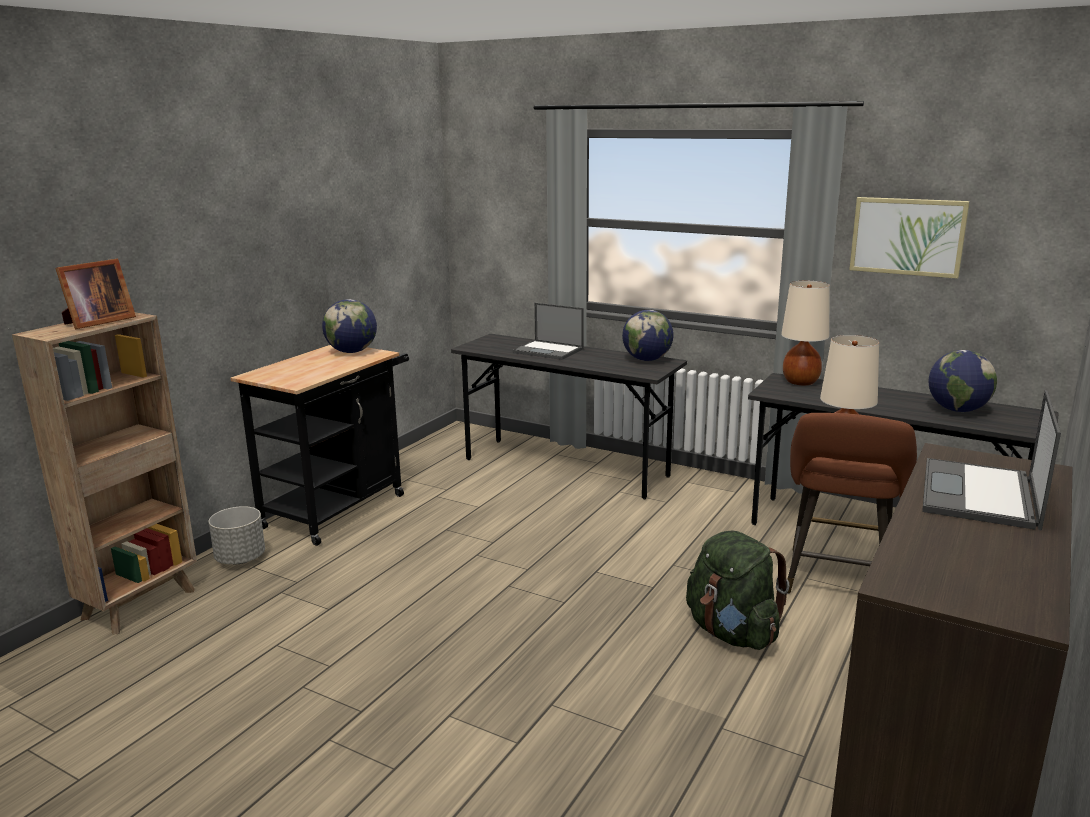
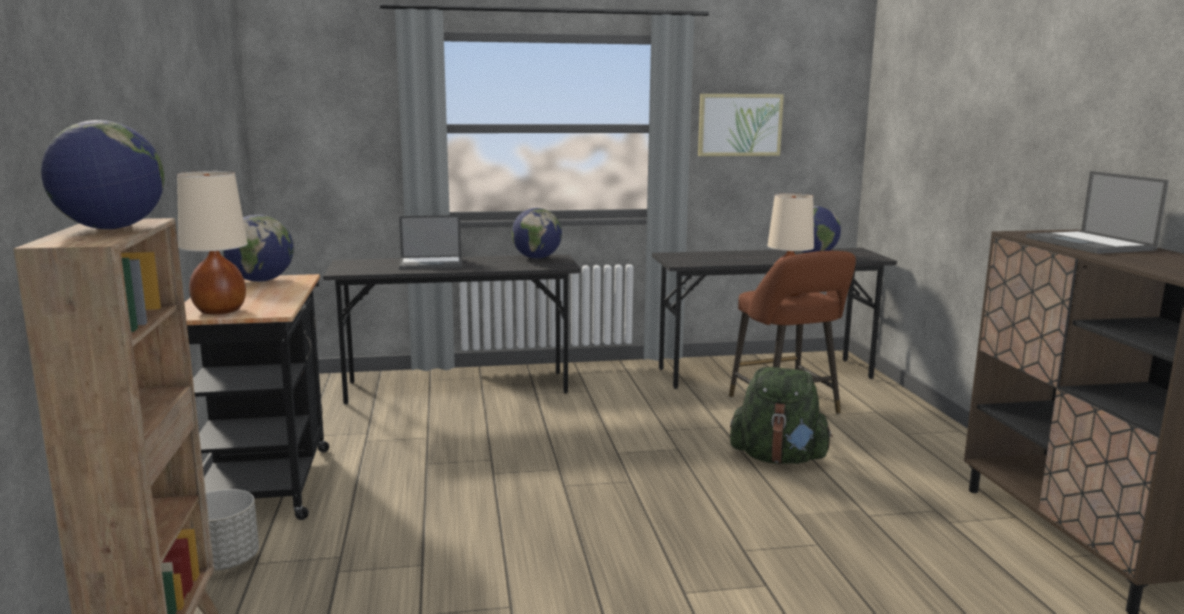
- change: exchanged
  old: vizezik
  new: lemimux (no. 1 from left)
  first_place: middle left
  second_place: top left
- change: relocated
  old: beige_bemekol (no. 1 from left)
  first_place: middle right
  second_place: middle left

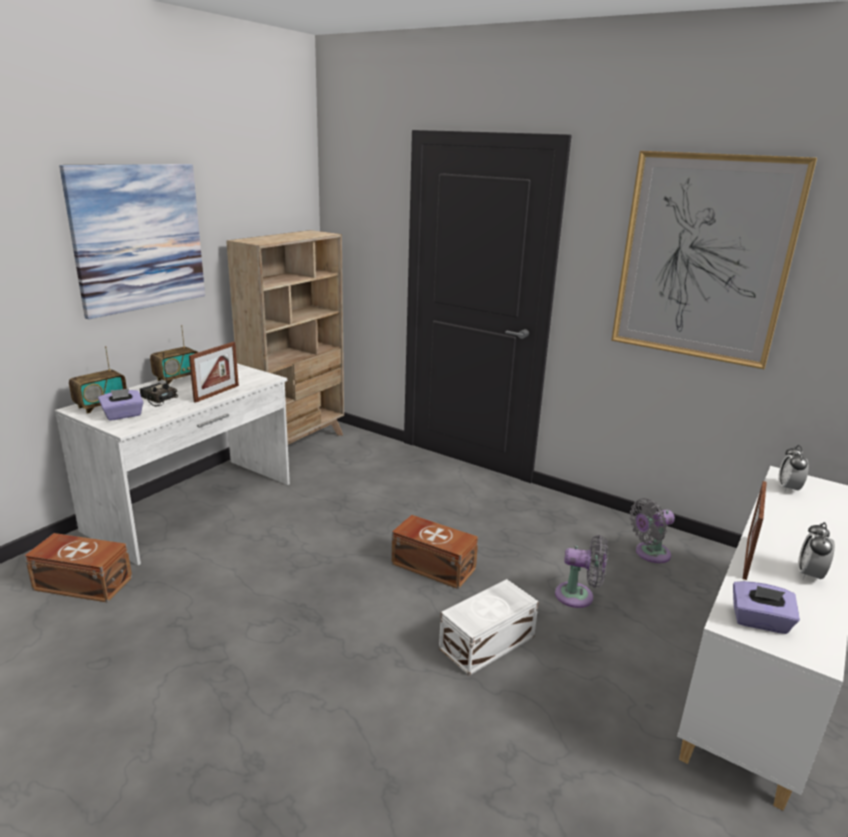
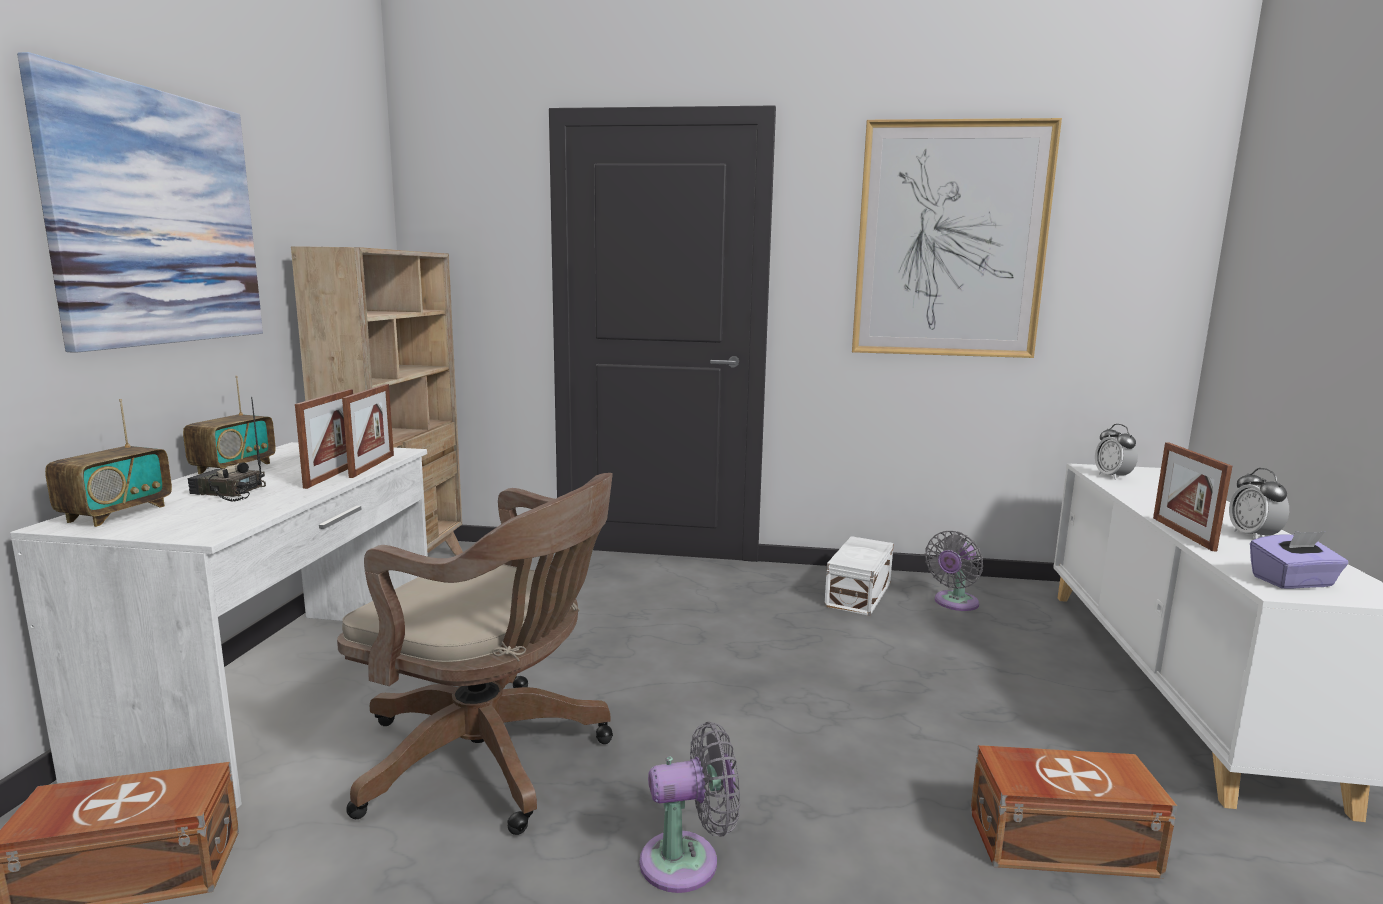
- change: appeared
  new: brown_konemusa
  second_place: bottom centre
- change: appeared
  new: vizezik (no. 2 from left)
  second_place: middle left
- change: relocated
  old: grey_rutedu (no. 1 from left)
  first_place: bottom right
  second_place: bottom centre
- change: relocated
  old: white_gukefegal
  first_place: bottom centre
  second_place: centre
- change: relocated
  old: brown_gukefegal (no. 2 from left)
  first_place: centre
  second_place: bottom right
- change: missing
  old: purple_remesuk (no. 1 from left)
  first_place: middle left

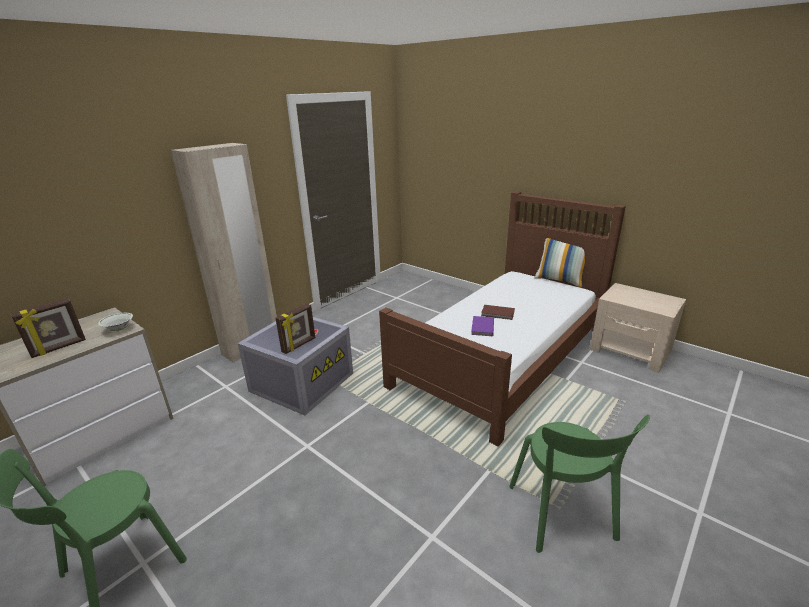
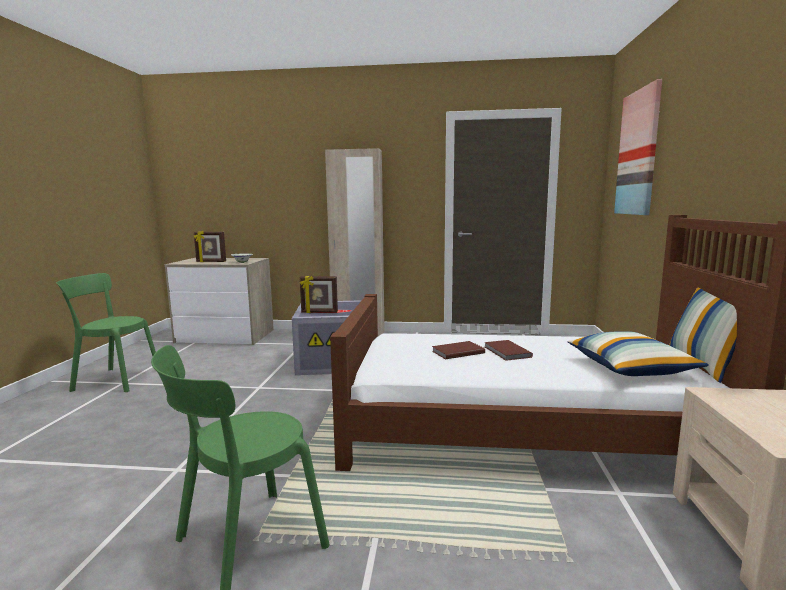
- change: colour
  old: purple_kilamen
  new: brown_kilamen (no. 1 from left)
  first_place: centre
  second_place: centre
- change: appeared
  new: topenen (no. 1 from left)
  second_place: middle right
- change: appeared
  new: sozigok
  second_place: top right

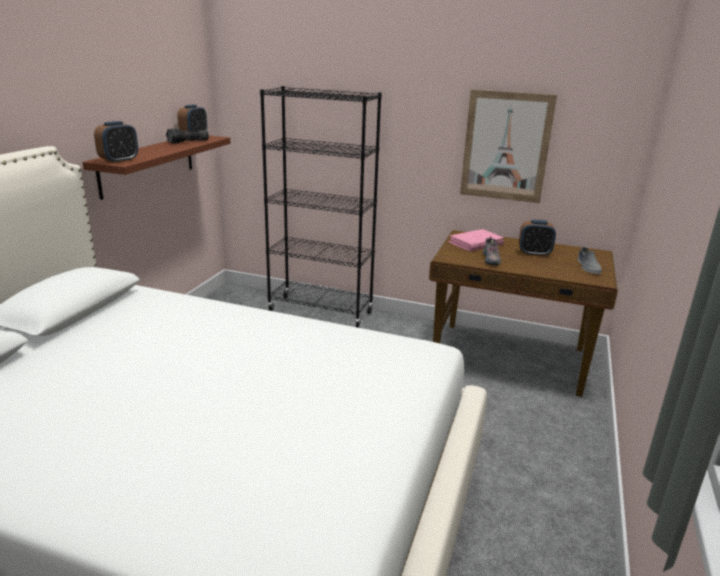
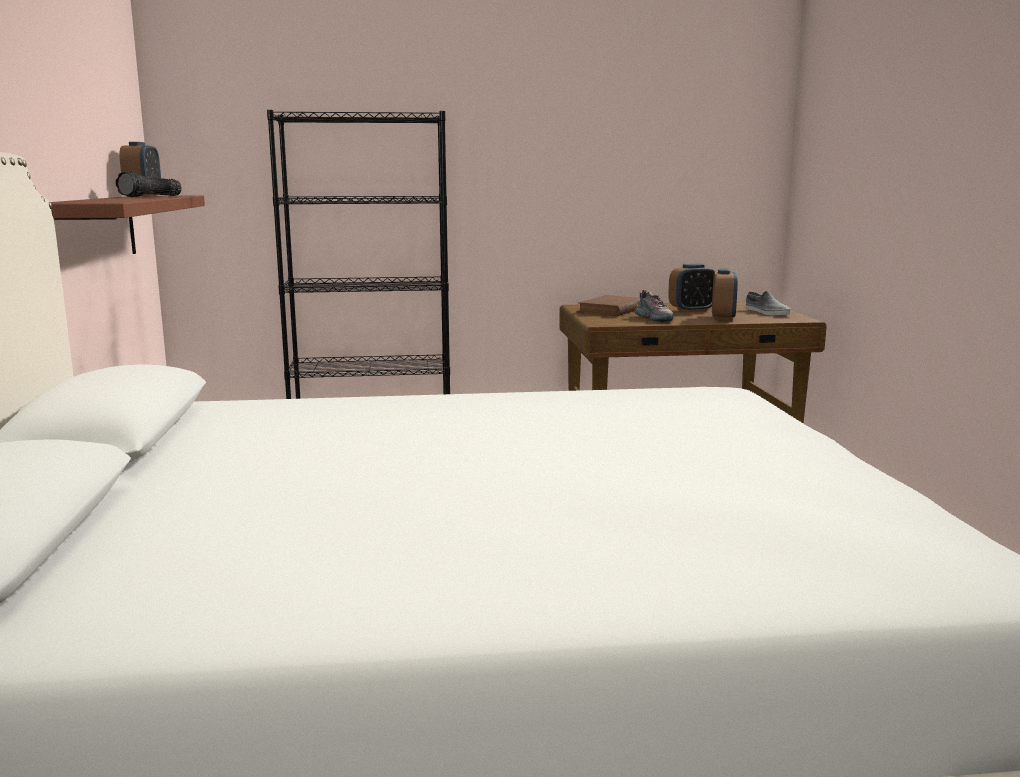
- change: colour
  old: pink_kilamen
  new: brown_kilamen
  first_place: centre
  second_place: centre
- change: relocated
  old: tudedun (no. 1 from left in the first image)
  new: tudedun (no. 3 from left)
  first_place: top left
  second_place: middle right
- change: missing
  old: sozigok
  first_place: top right

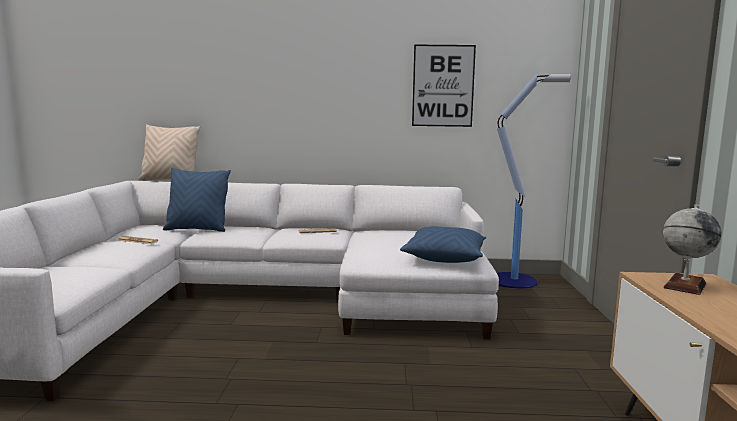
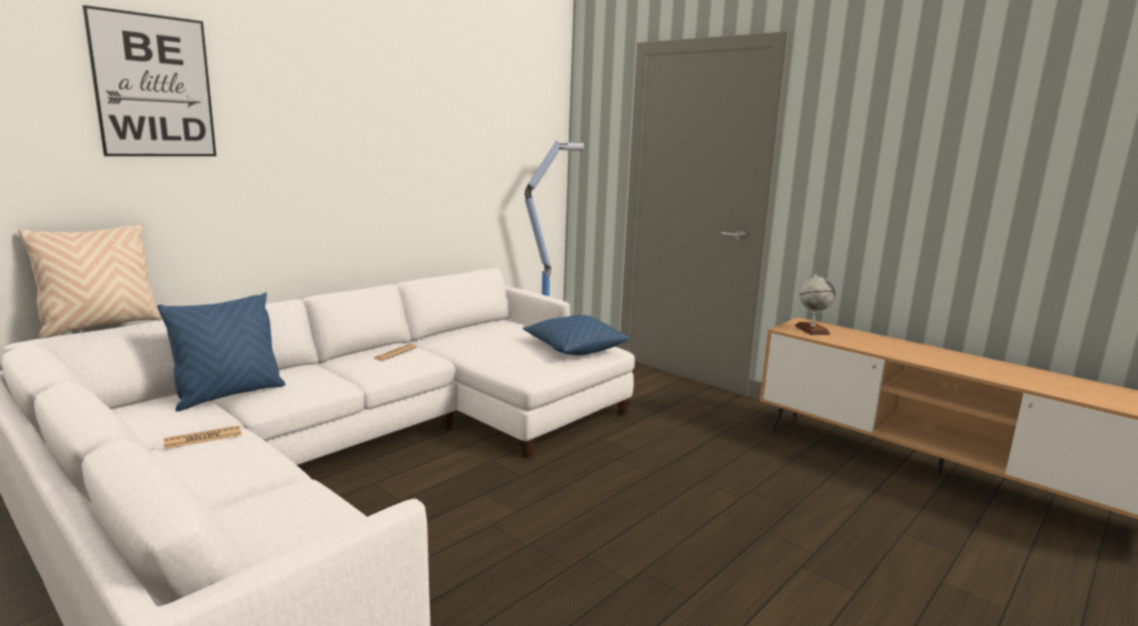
- change: relocated
  old: sozigok
  first_place: top centre
  second_place: top left

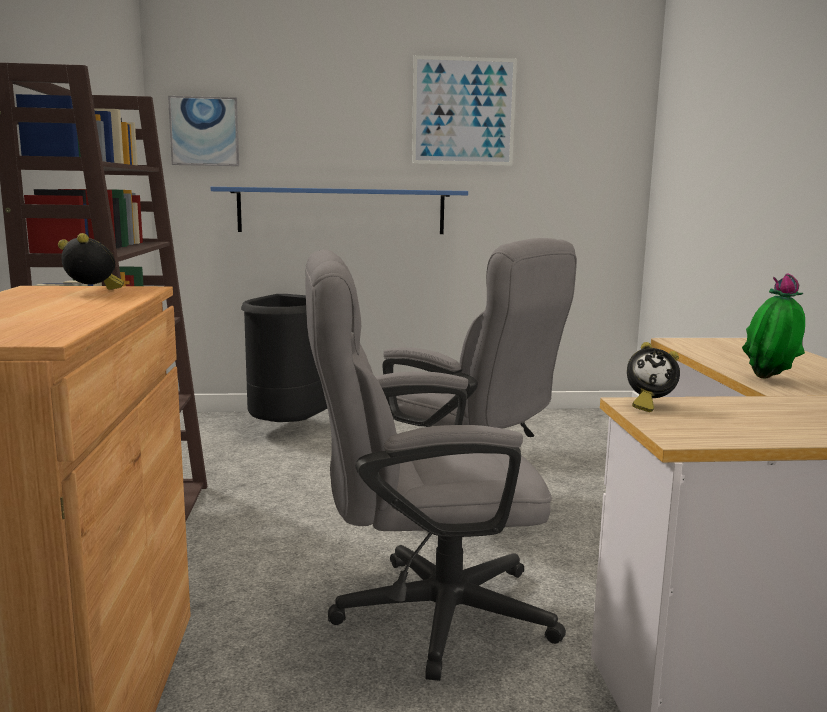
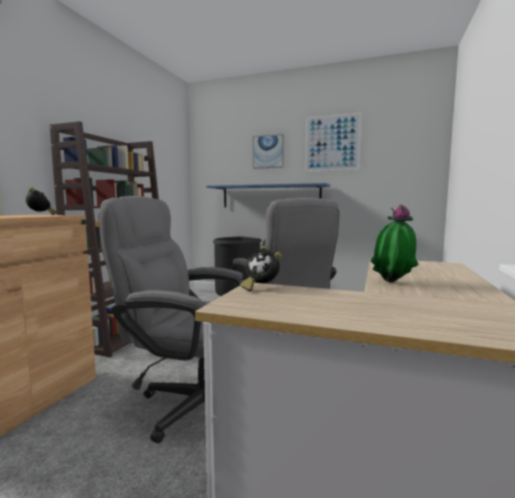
- change: relocated
  old: sozigok (no. 1 from left)
  first_place: top left
  second_place: top centre

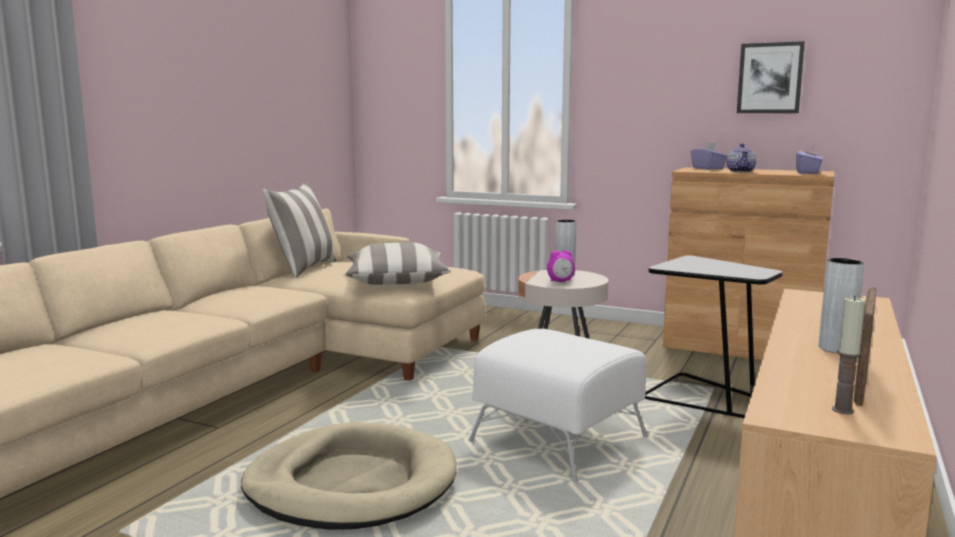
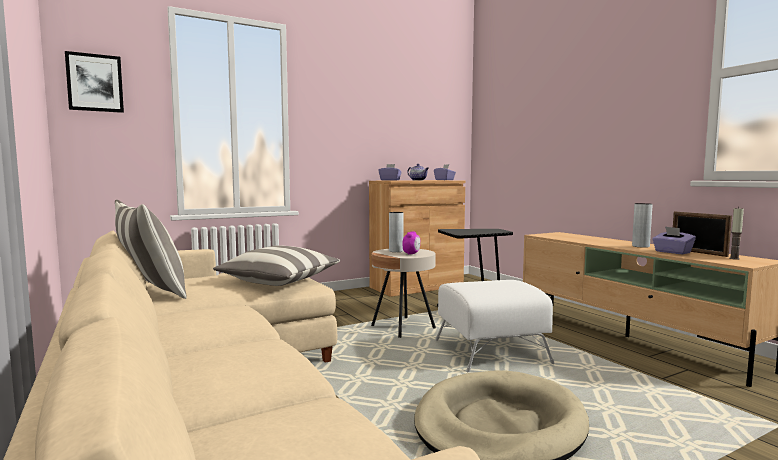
- change: relocated
  old: sozigok
  first_place: top right
  second_place: top left
- change: appeared
  new: purple_remesuk (no. 3 from left)
  second_place: middle right

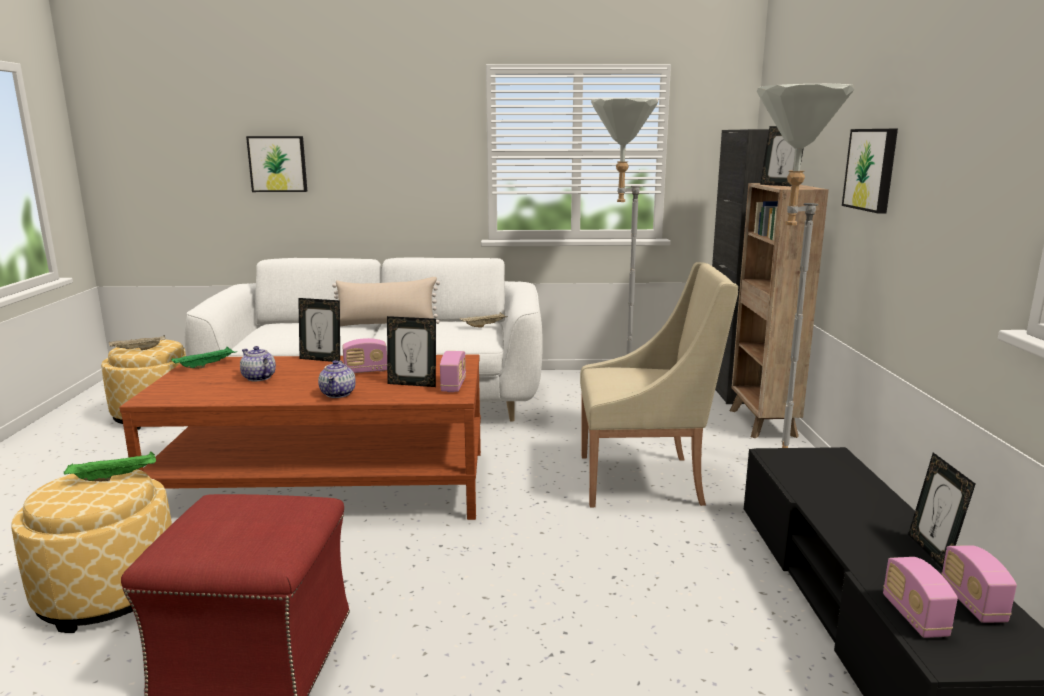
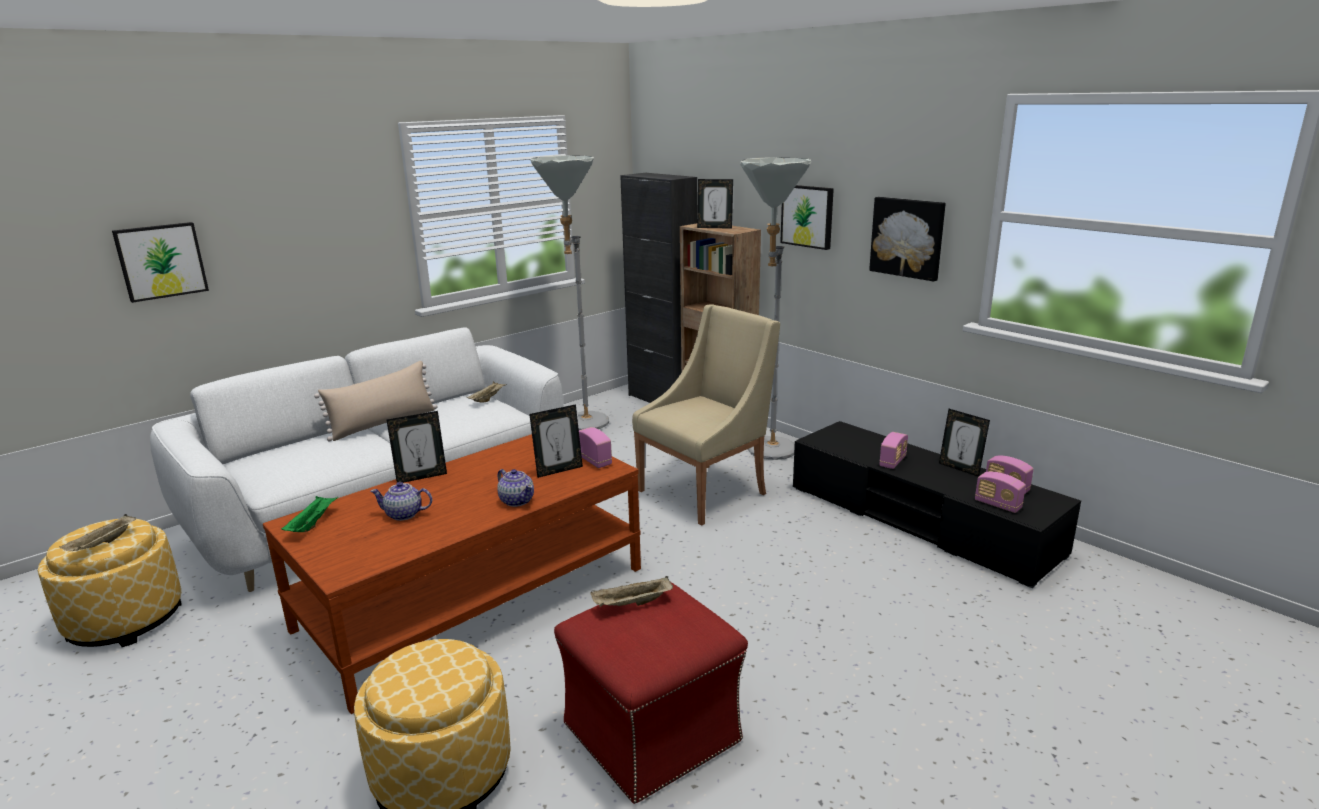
- change: appeared
  new: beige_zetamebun (no. 3 from left)
  second_place: bottom centre
- change: appeared
  new: sozigok (no. 3 from left)
  second_place: top right
- change: relocated
  old: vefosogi (no. 1 from left in the first image)
  new: vefosogi (no. 2 from left)
  first_place: centre
  second_place: middle right
- change: missing
  old: green_zetamebun (no. 1 from left)
  first_place: bottom left

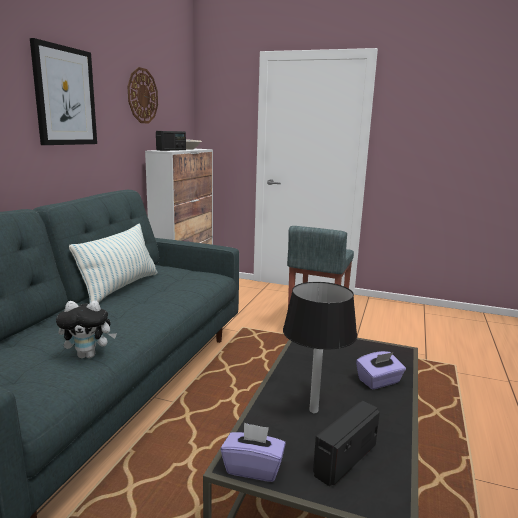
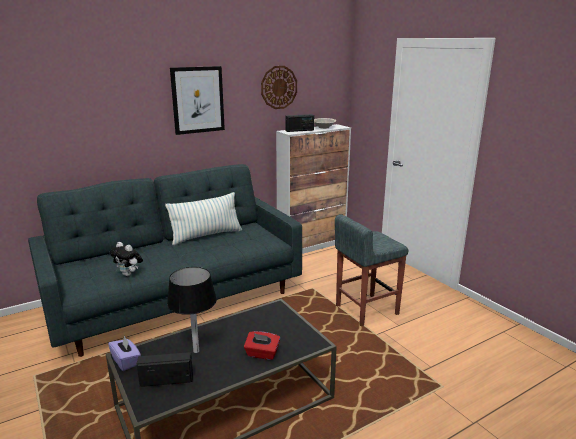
- change: colour
  old: purple_remesuk (no. 2 from left)
  new: red_remesuk
  first_place: bottom right
  second_place: bottom centre

